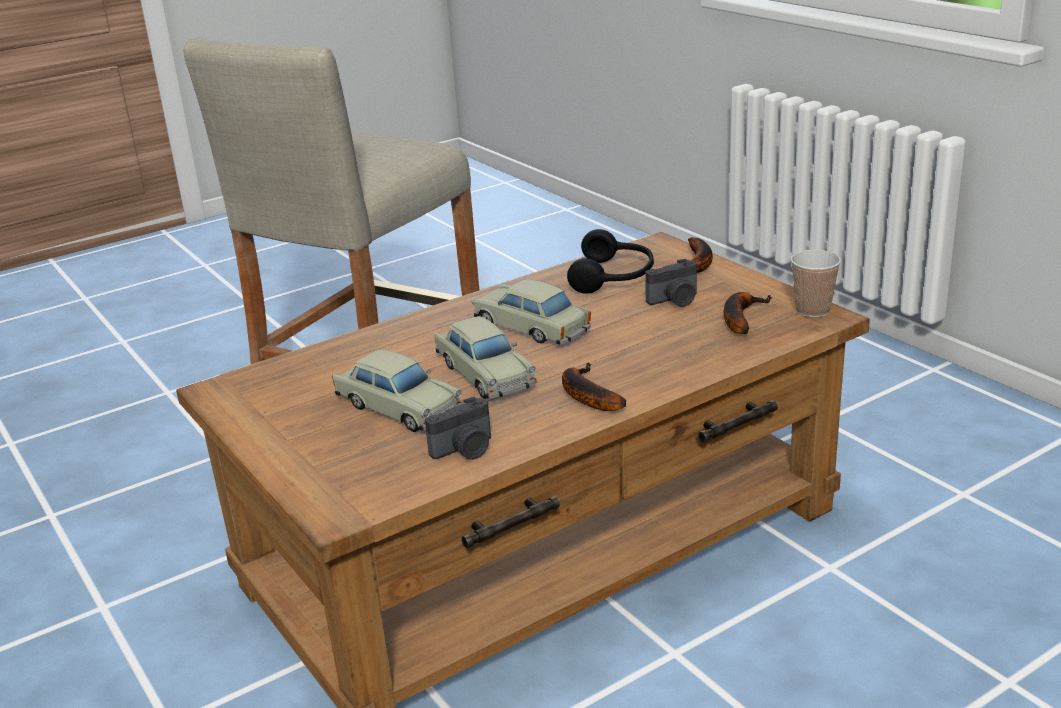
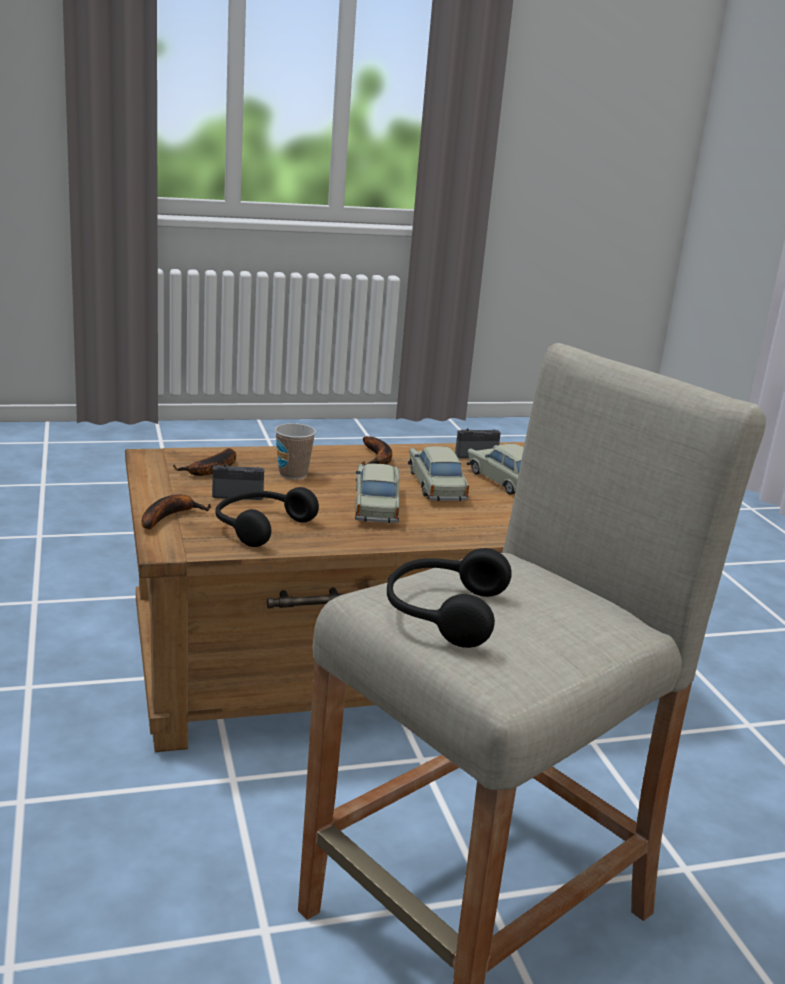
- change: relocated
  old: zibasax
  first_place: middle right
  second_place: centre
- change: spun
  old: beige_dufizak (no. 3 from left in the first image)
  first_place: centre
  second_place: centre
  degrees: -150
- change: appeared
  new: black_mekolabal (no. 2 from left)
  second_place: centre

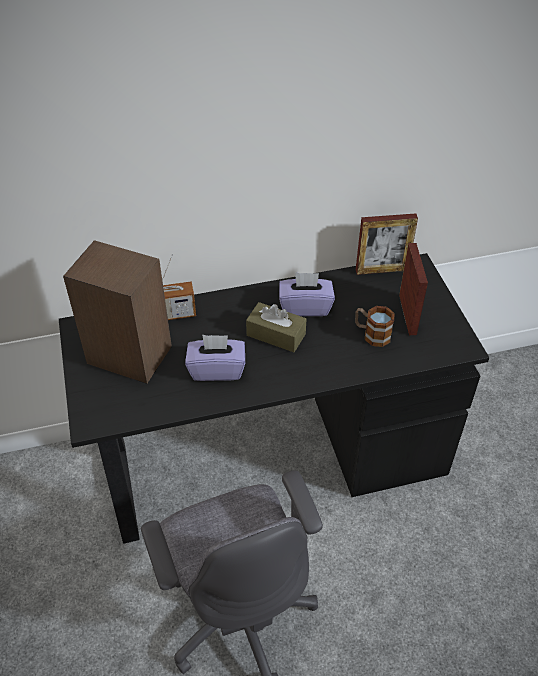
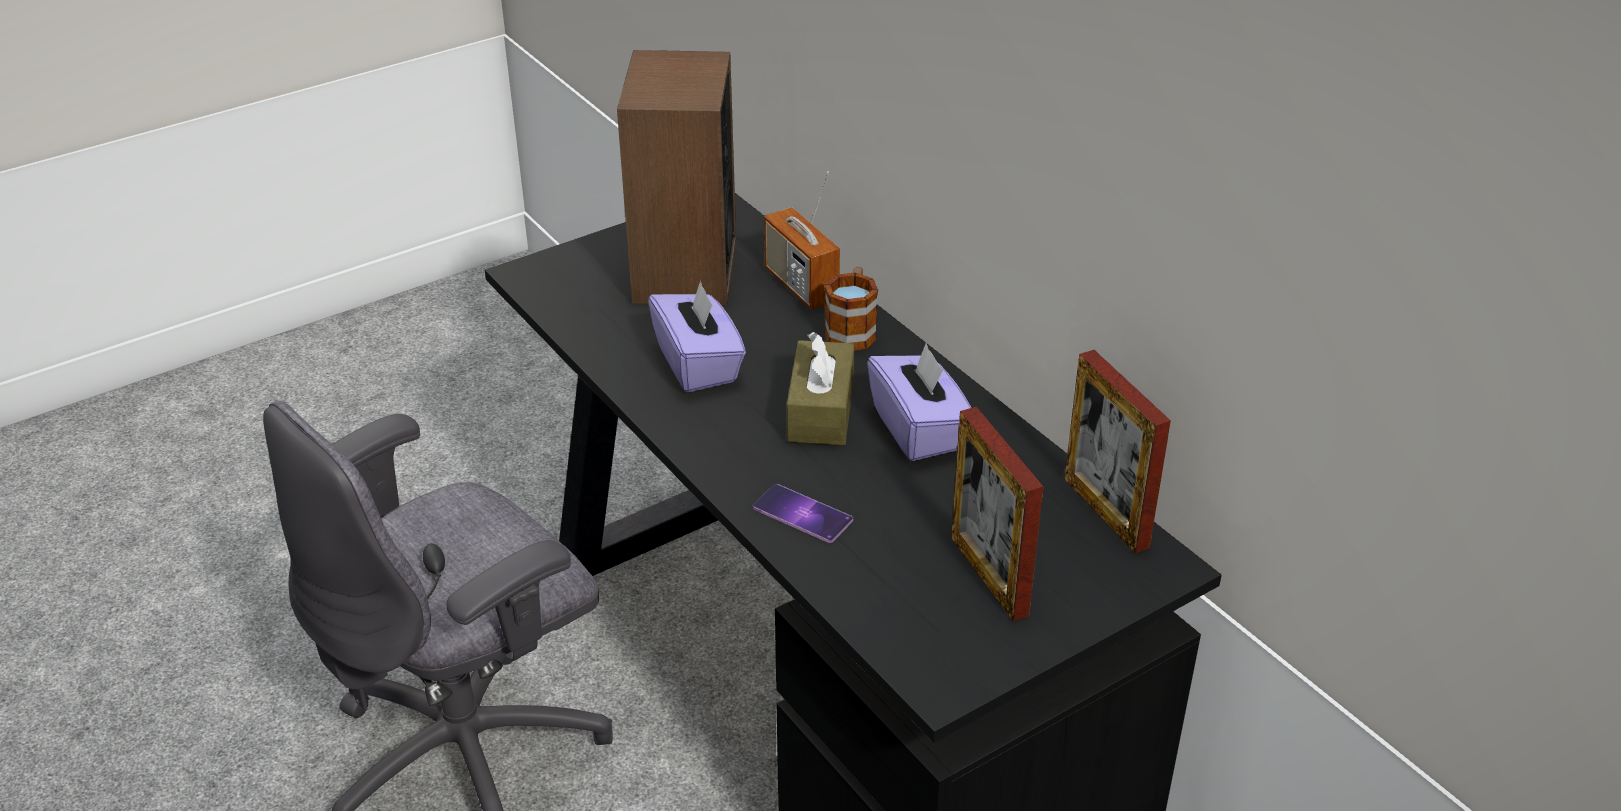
- change: appeared
  new: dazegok
  second_place: centre
- change: relocated
  old: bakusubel
  first_place: middle right
  second_place: centre
- change: spun
  old: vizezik (no. 2 from left in the first image)
  first_place: middle right
  second_place: centre
  degrees: 90

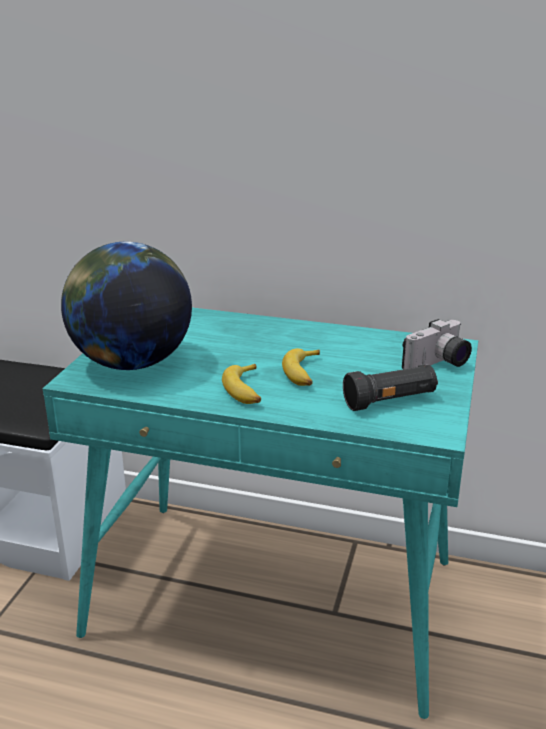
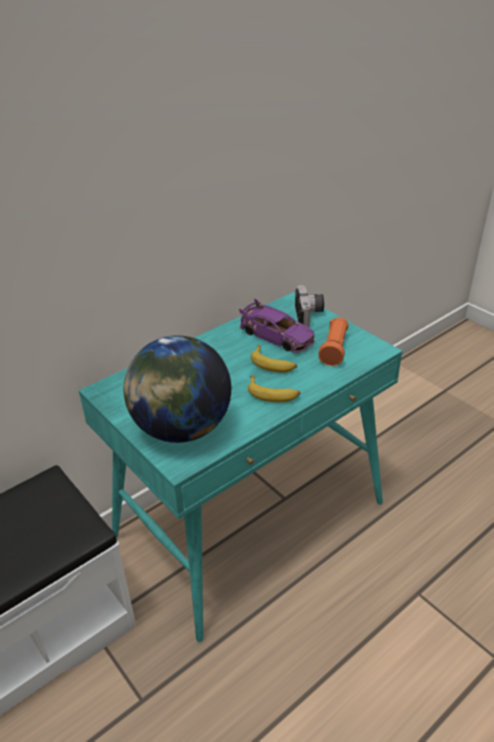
- change: appeared
  new: purple_dufizak
  second_place: centre
- change: colour
  old: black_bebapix
  new: orange_bebapix
  first_place: middle right
  second_place: middle right

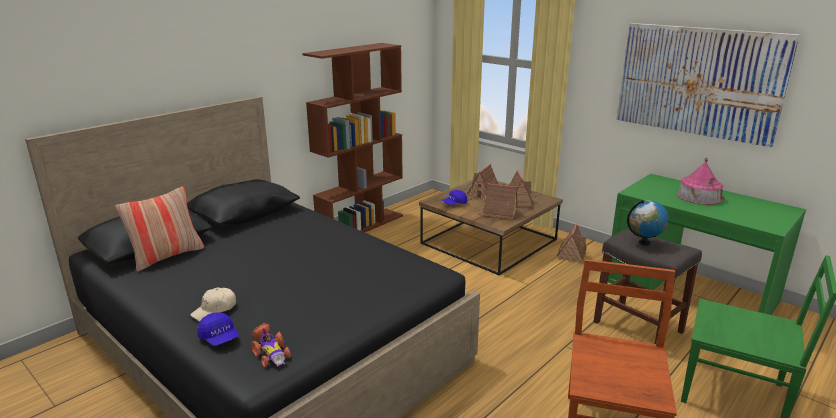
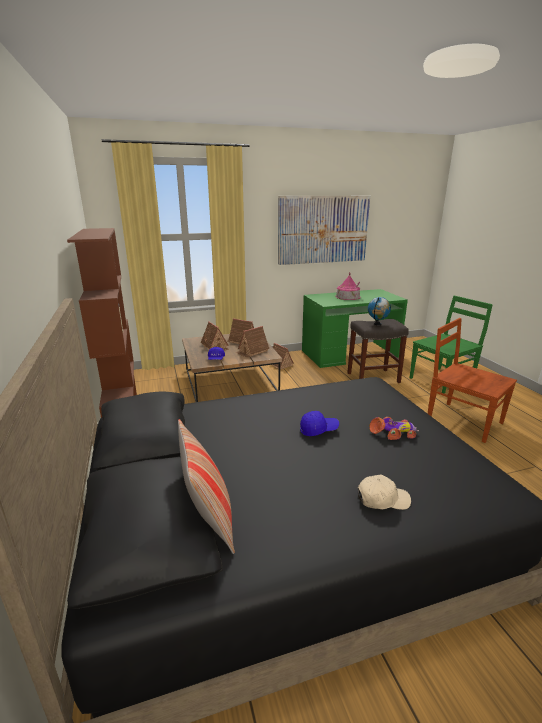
- change: relocated
  old: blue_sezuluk (no. 1 from left in the first image)
  new: blue_sezuluk (no. 2 from left)
  first_place: bottom left
  second_place: centre
- change: spun
  old: beige_sezuluk
  first_place: bottom left
  second_place: bottom right
  degrees: -75
- change: relocated
  old: dufizak
  first_place: bottom left
  second_place: middle right

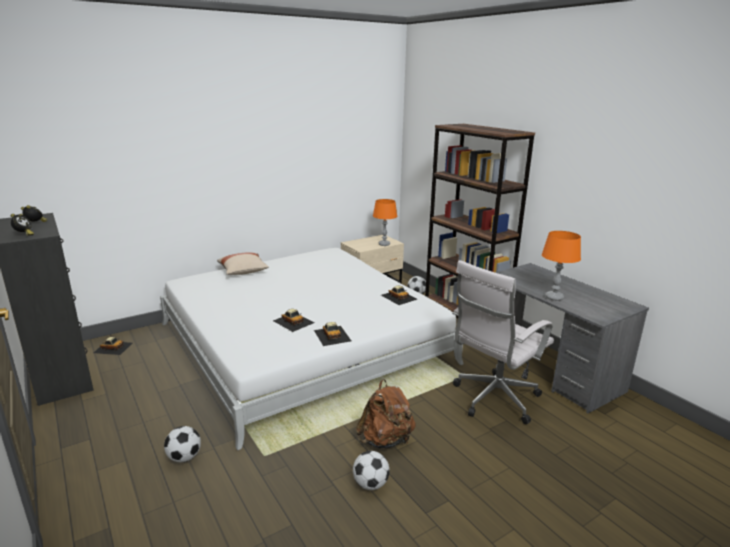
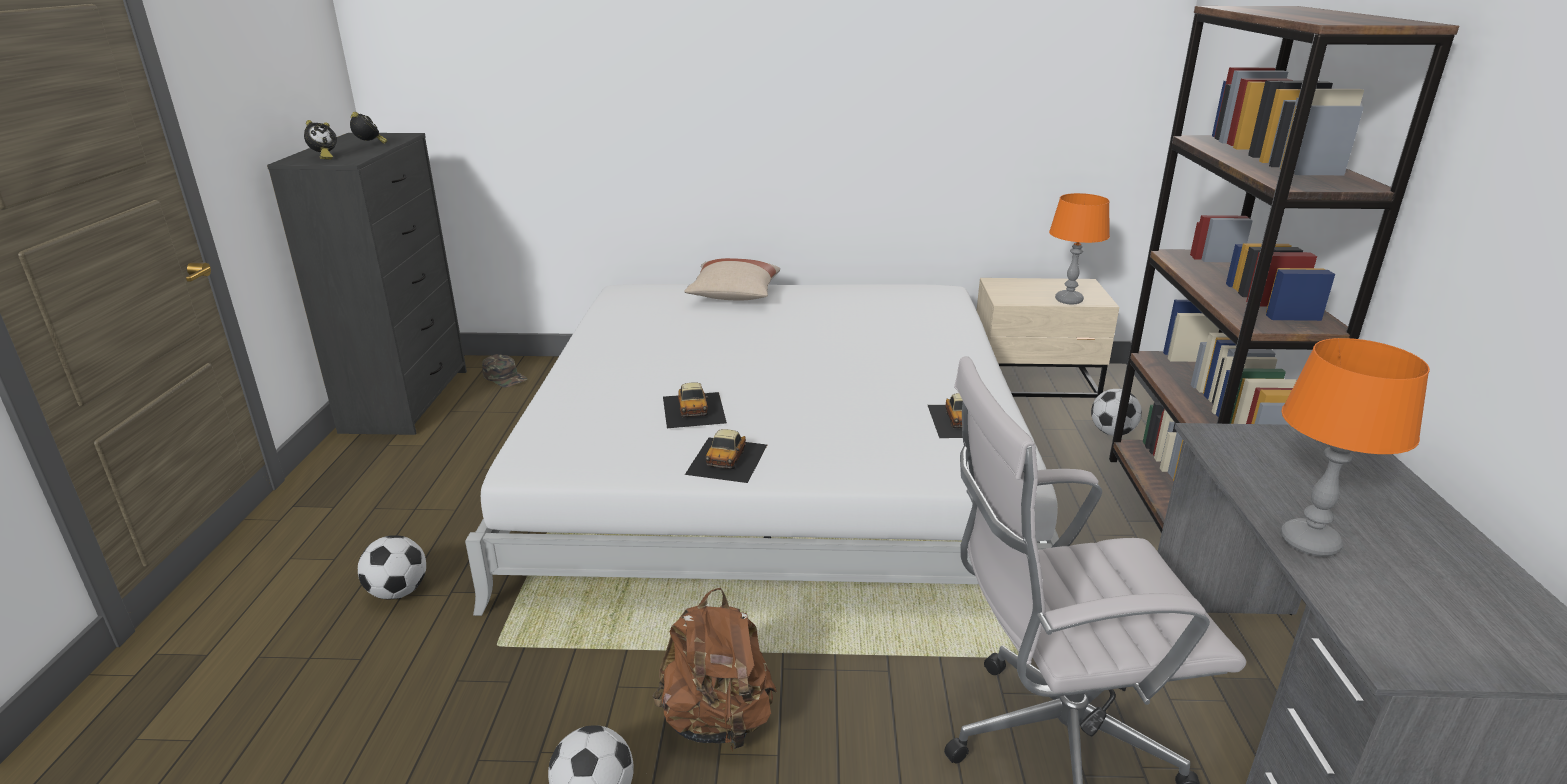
- change: exchanged
  old: dufizak (no. 1 from left)
  new: green_sezuluk
  first_place: middle left
  second_place: middle left

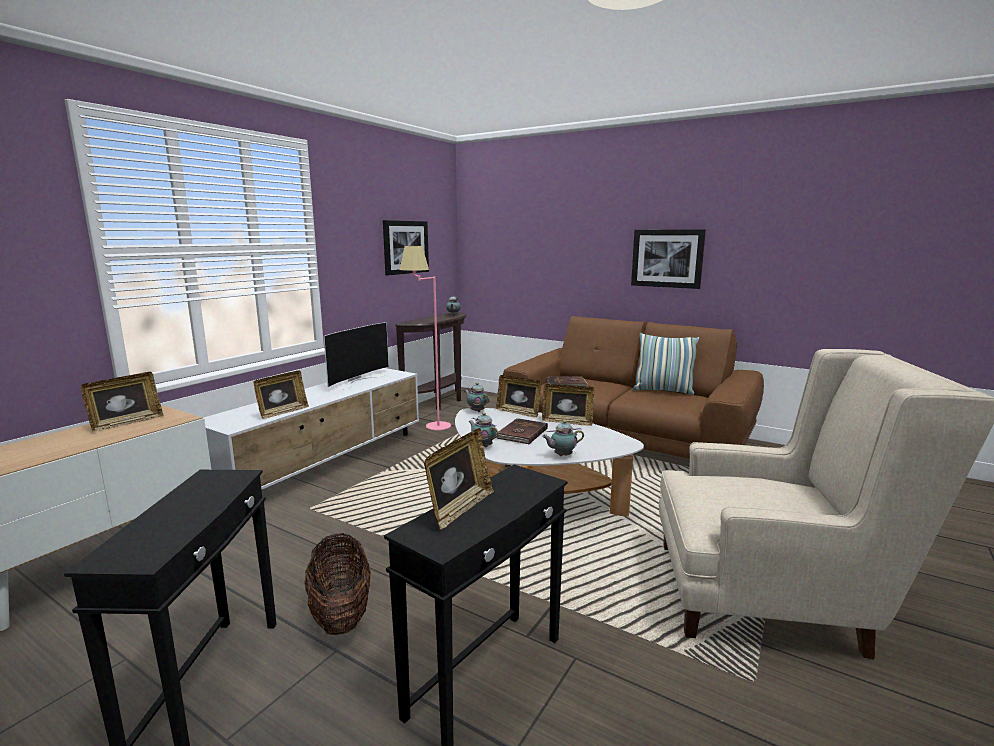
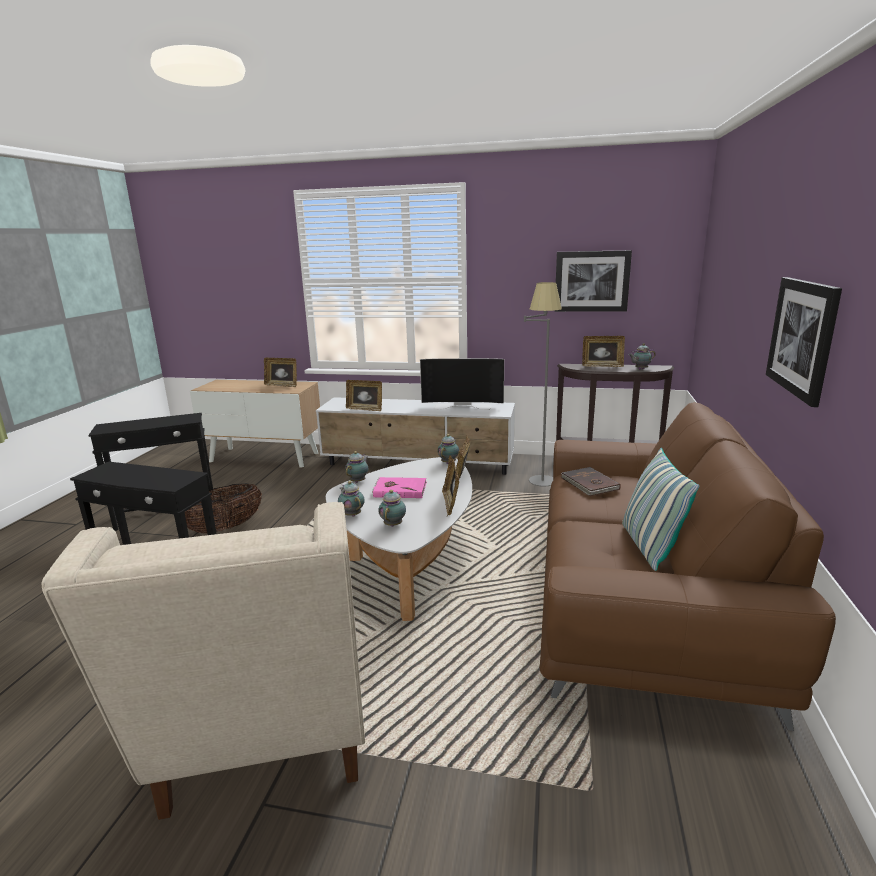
- change: colour
  old: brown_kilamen (no. 1 from left)
  new: pink_kilamen
  first_place: centre
  second_place: centre
- change: appeared
  new: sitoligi (no. 3 from left)
  second_place: centre
- change: colour
  old: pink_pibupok
  new: grey_pibupok
  first_place: centre
  second_place: centre
- change: relocated
  old: vizezik (no. 3 from left in the first image)
  new: vizezik (no. 5 from left)
  first_place: centre
  second_place: middle right

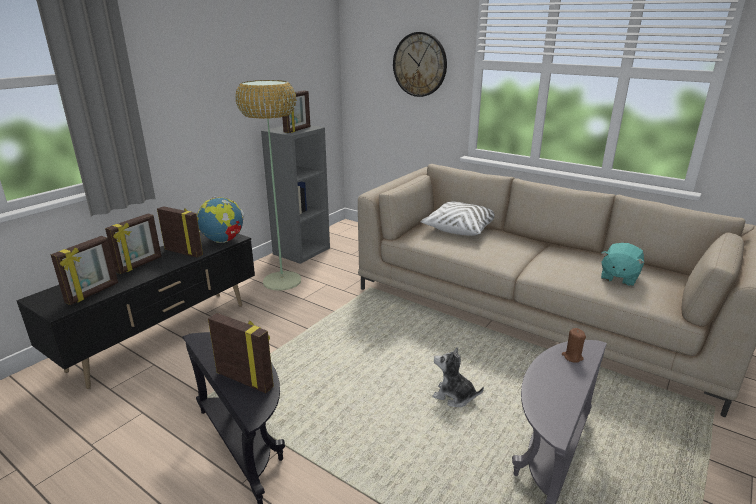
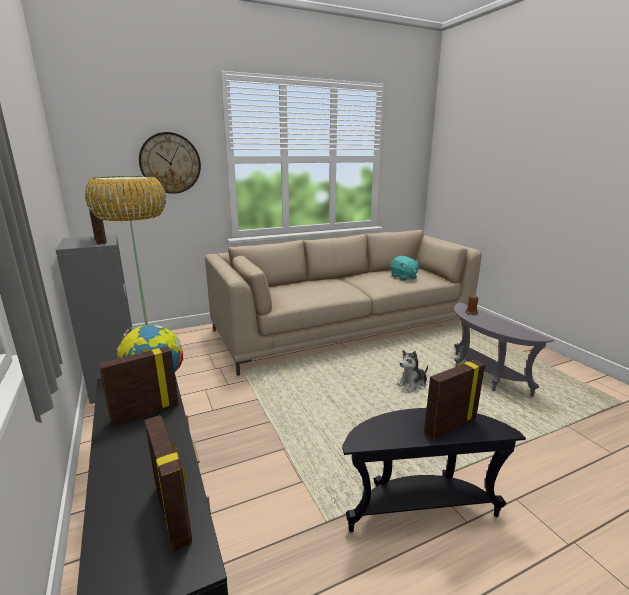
- change: missing
  old: vizezik (no. 2 from left)
  first_place: middle left
- change: missing
  old: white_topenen
  first_place: centre

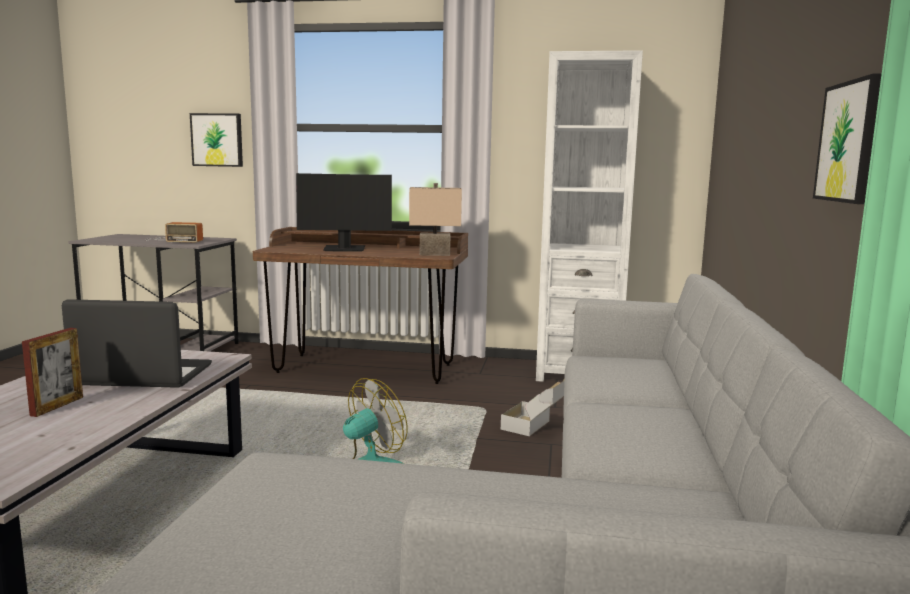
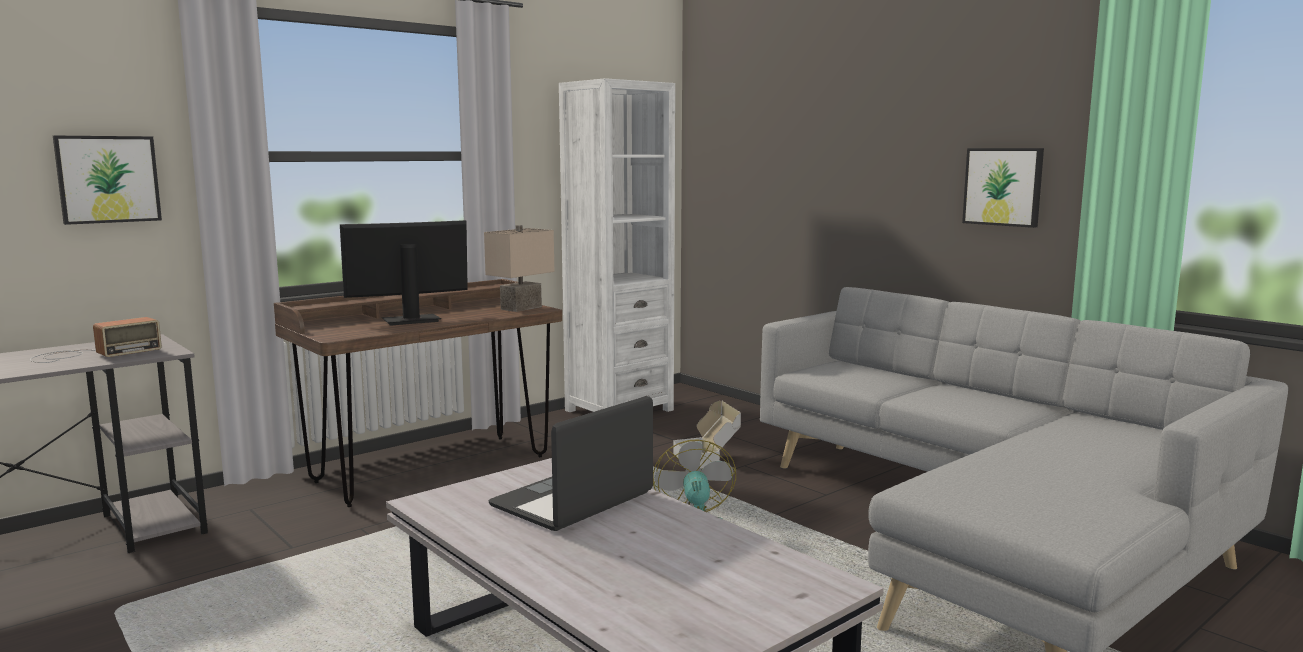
- change: spun
  old: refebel
  first_place: centre
  second_place: middle left
  degrees: -150
- change: missing
  old: vizezik
  first_place: middle left

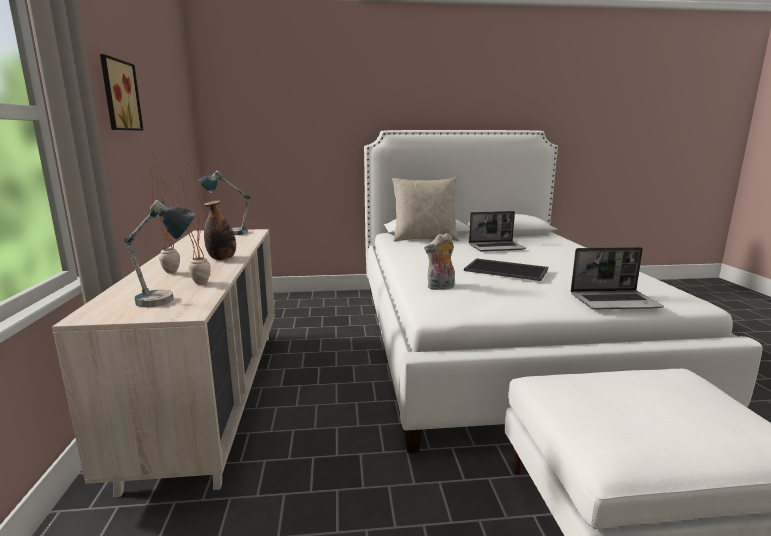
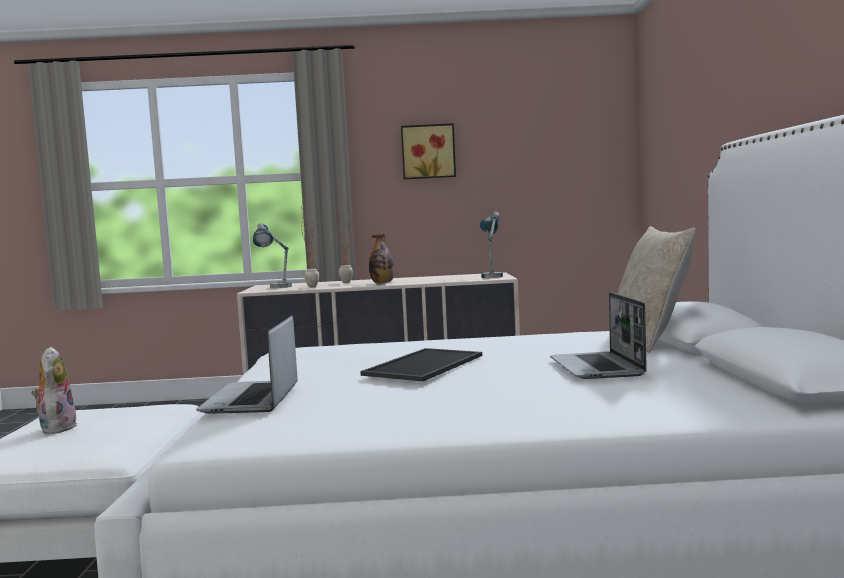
- change: relocated
  old: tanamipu
  first_place: centre
  second_place: bottom left

